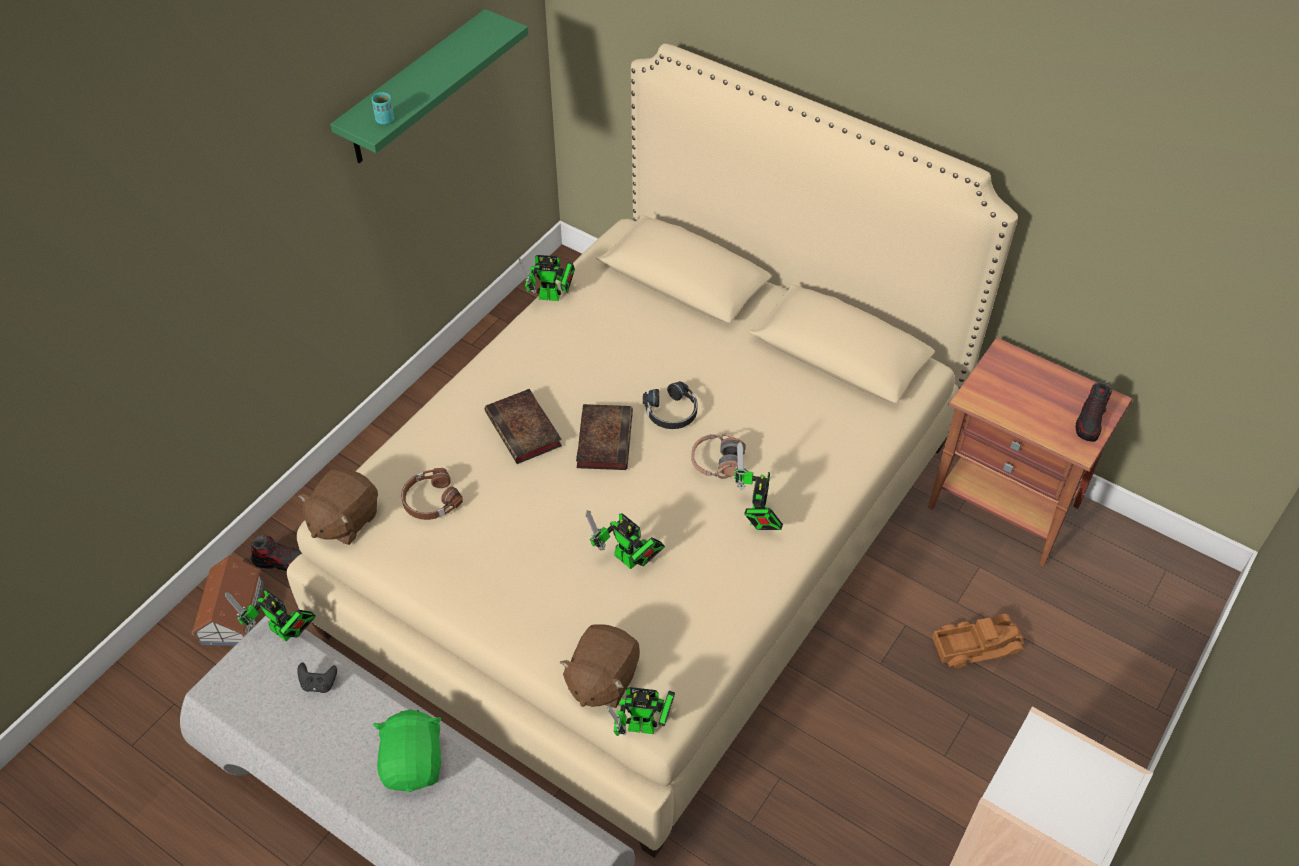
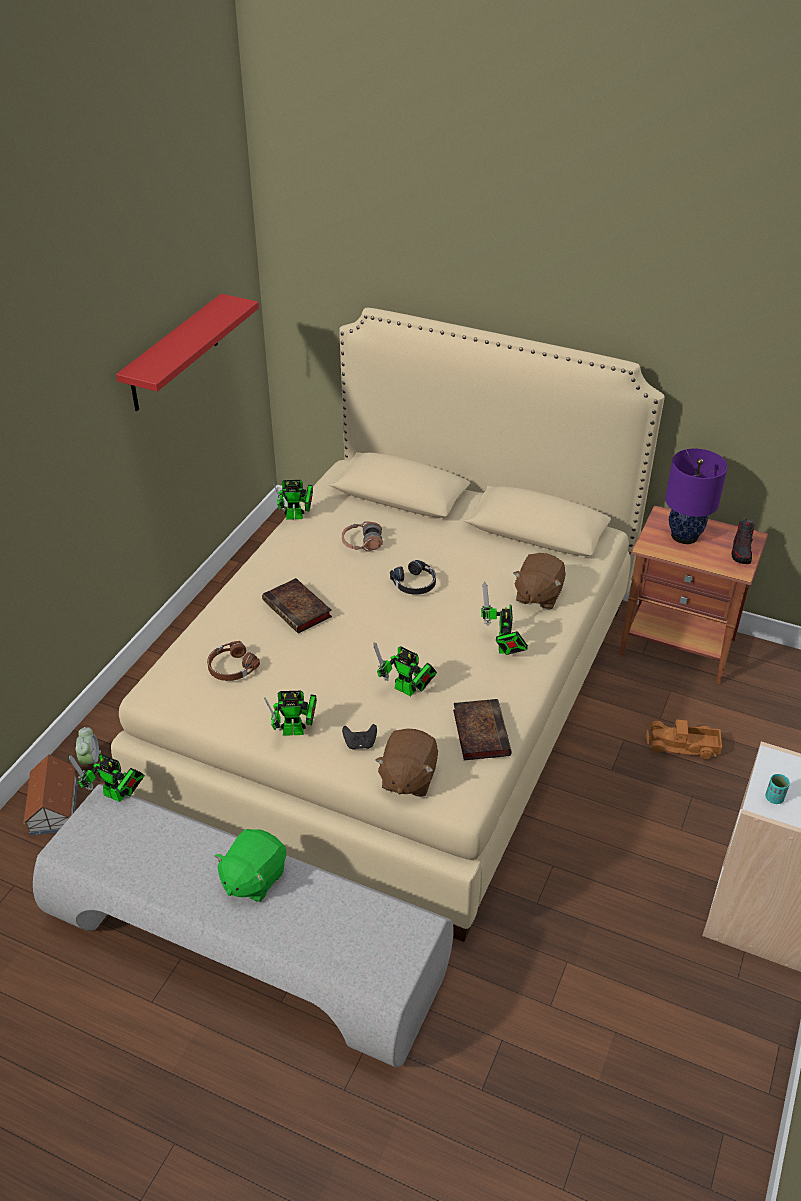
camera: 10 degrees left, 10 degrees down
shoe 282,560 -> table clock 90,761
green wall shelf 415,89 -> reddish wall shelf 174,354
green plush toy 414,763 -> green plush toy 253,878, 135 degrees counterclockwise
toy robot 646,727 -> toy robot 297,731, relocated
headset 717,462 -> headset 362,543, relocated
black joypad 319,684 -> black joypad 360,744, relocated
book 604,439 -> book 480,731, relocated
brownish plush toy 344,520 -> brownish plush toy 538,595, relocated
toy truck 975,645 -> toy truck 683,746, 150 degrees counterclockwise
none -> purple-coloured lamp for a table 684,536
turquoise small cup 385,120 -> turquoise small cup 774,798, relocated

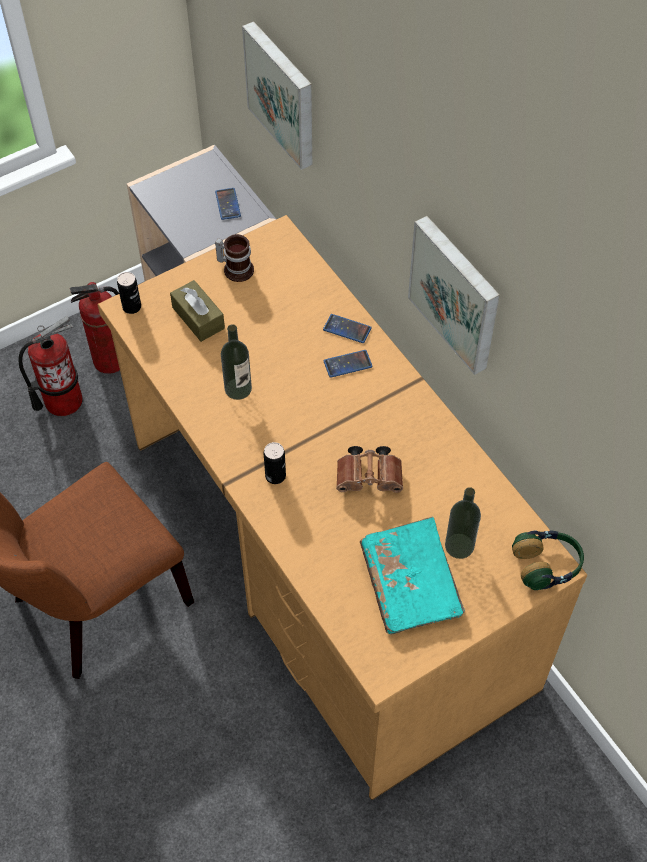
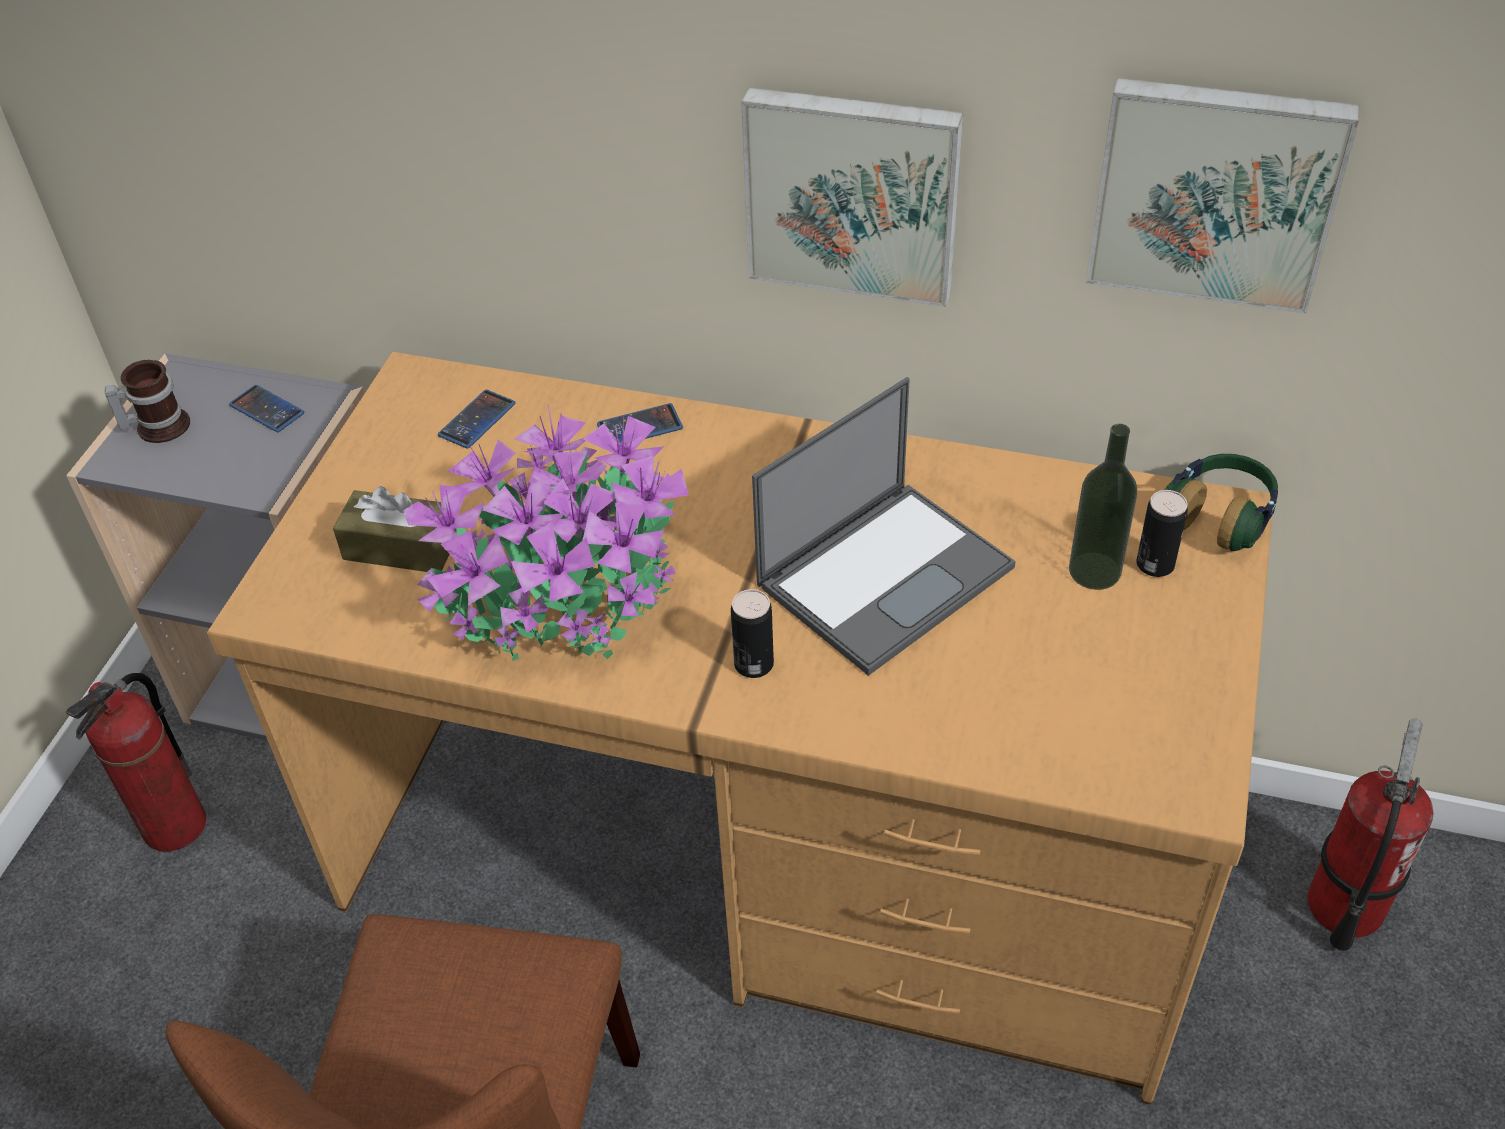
camera: 40 degrees left, 10 degrees down
mug 236,268 -> mug 158,425, relocated
bottle 238,389 -> potted plant 567,595
telephone 347,364 -> telephone 477,420, relocated
brownish binoculars 371,478 -> notebook computer 886,574
wall picture 283,94 -> wall picture 1215,191, relocated
can 132,307 -> can 1155,564, relocated
extinguisher 63,401 -> extinguisher 1344,906, relocated
turquoise book 410,584 -> none

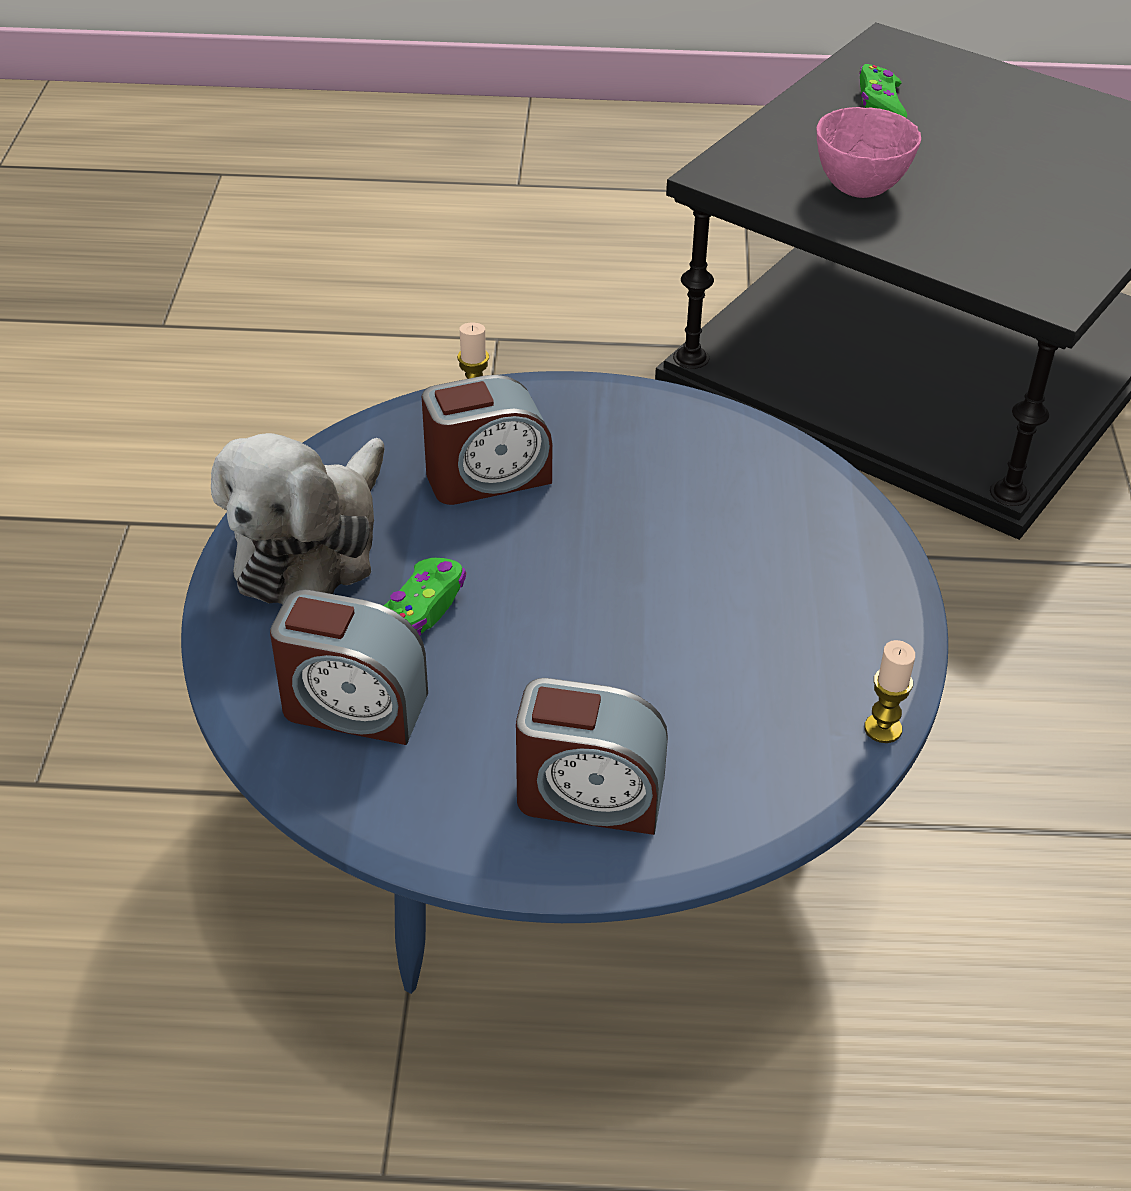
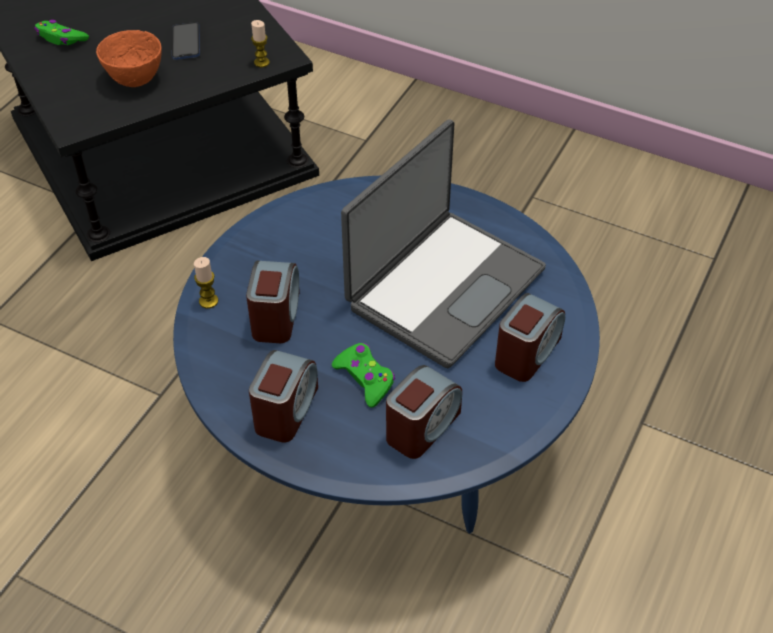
camera: 65 degrees left, 5 degrees up
pink serving bowl 858,188 -> orangey serving bowl 134,80
none -> telephone 186,42
plush toy 311,546 -> table clock 286,410
wax light 883,729 -> wax light 261,62, relocated
none -> notebook computer 443,287

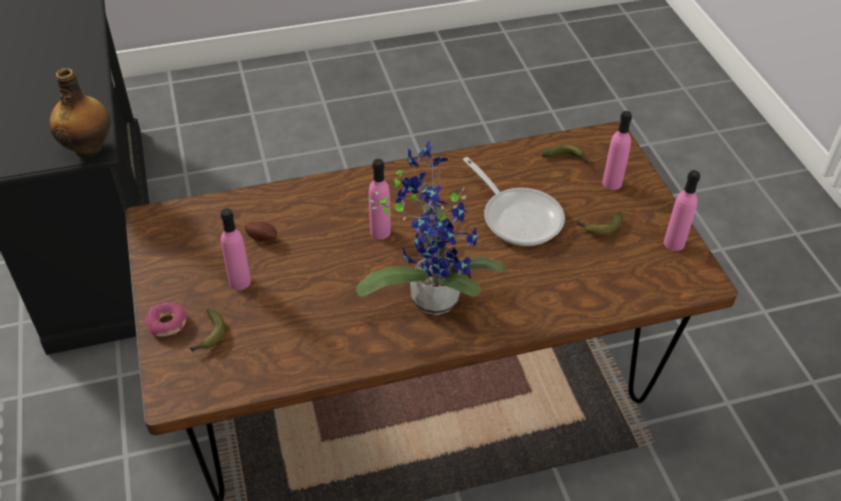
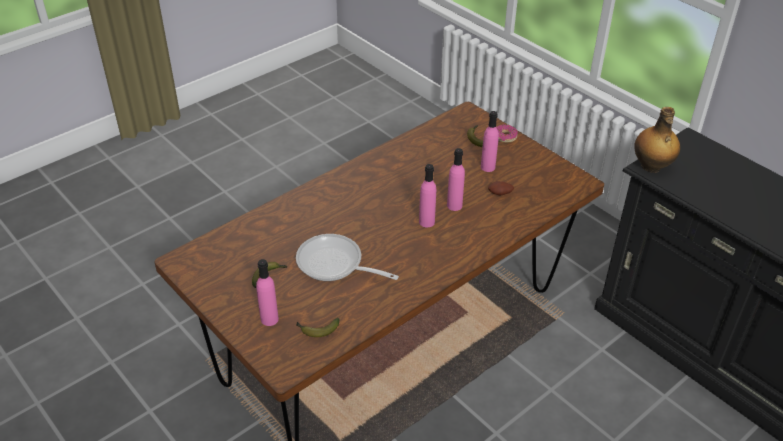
camera: 155 degrees right, 5 degrees down
pink bottle 674,243 -> pink bottle 454,205, relocated
potted plant 431,294 -> none

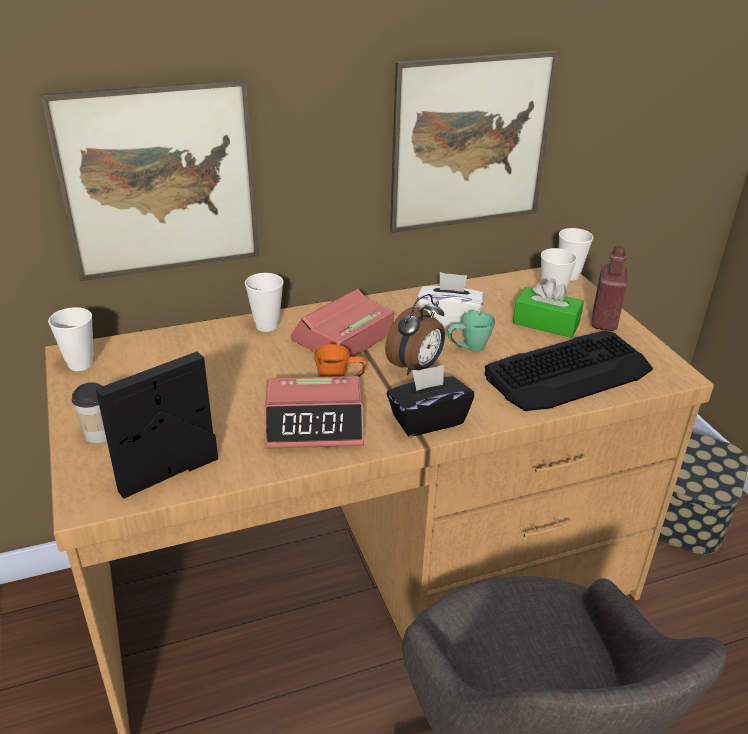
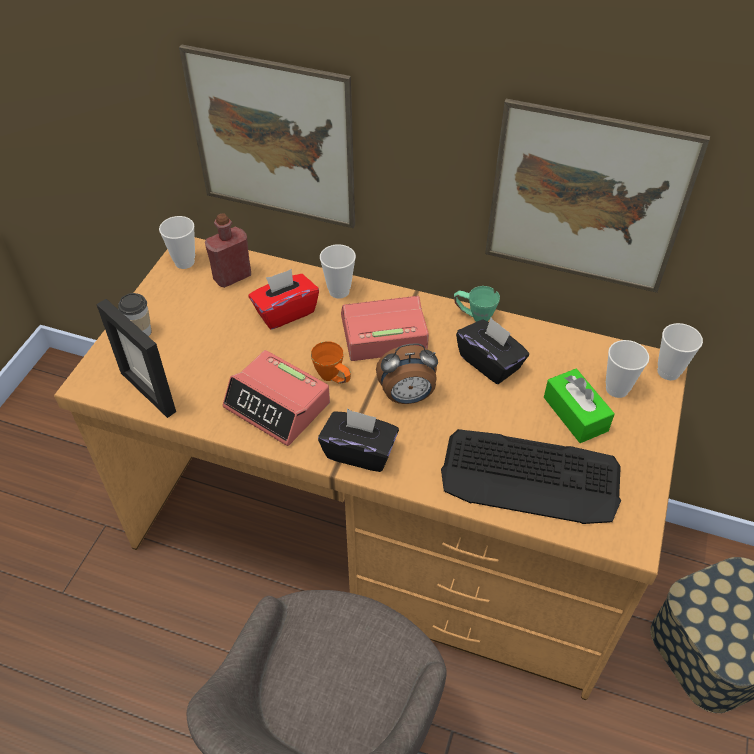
camera: 40 degrees right, 15 degrees up
photo frame 169,474 -> photo frame 149,391, 135 degrees counterclockwise
reddish bottle 604,321 -> reddish bottle 232,277, relocated
none -> reddish box of tissues 285,312
green mug 468,348 -> green mug 474,316, relocated
white box of tissues 448,320 -> black box of tissues 490,363

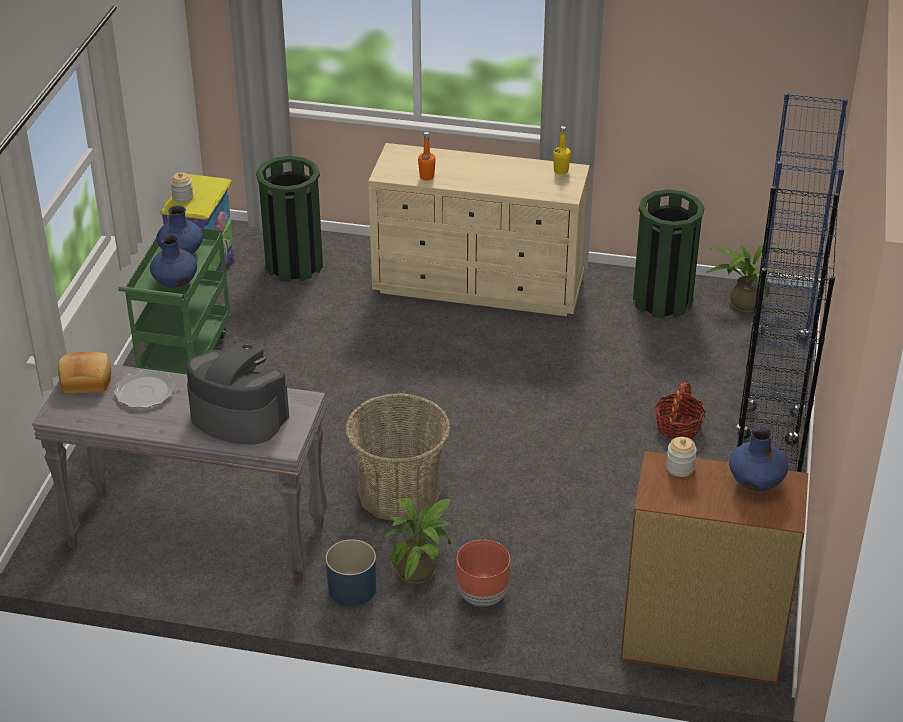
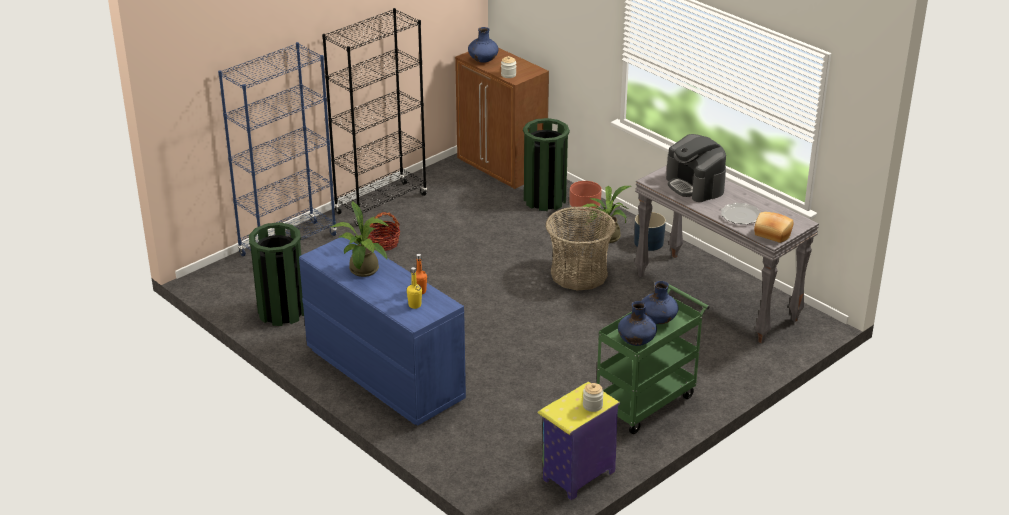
camera: 145 degrees left, 5 degrees down
beige-coloured dresser 480,285 -> blue dresser 384,374
potted plant 742,303 -> potted plant 364,272, relocated
yellow-coloured bottle 561,171 -> yellow-coloured bottle 415,305, relocated
green trash can 294,265 -> green trash can 545,200, relocated

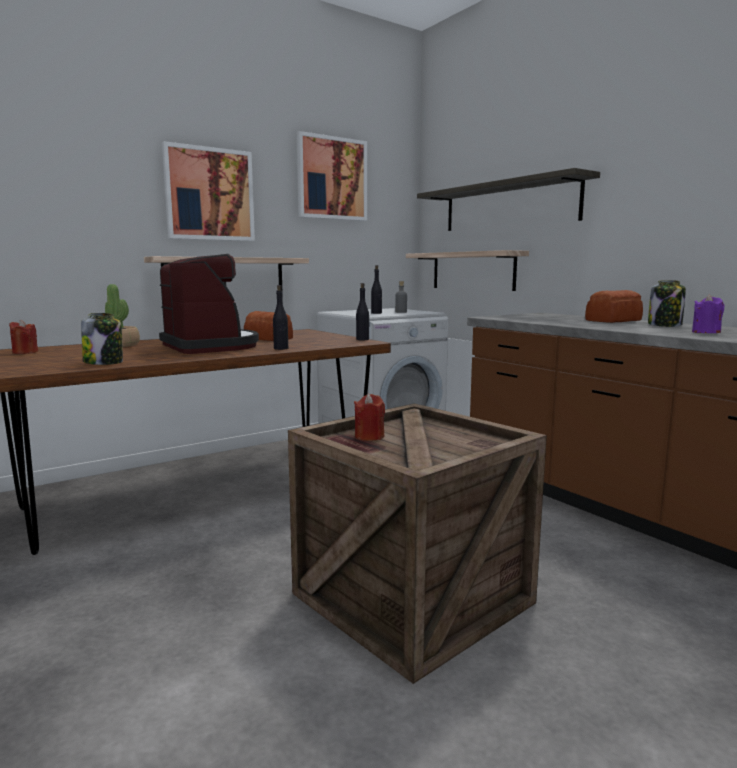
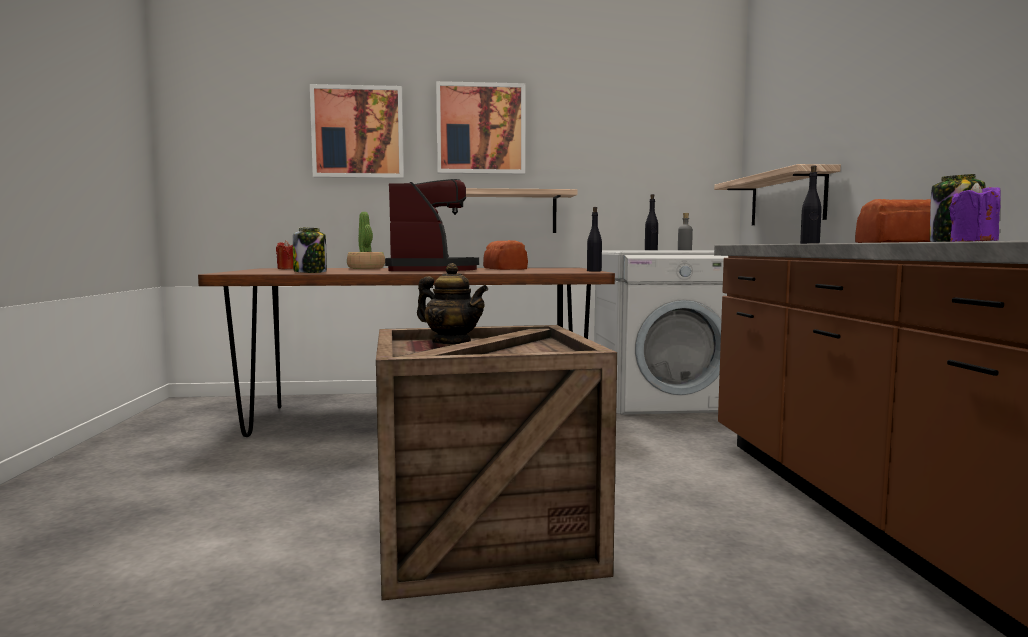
camera: 30 degrees right, 5 degrees down
wall picture 332,178 -> wall picture 358,132, relocated
reddish wax light 369,436 -> tea pot 452,343
black bottle 281,348 -> black bottle 810,244, relocated
wall shelf 508,206 -> none

